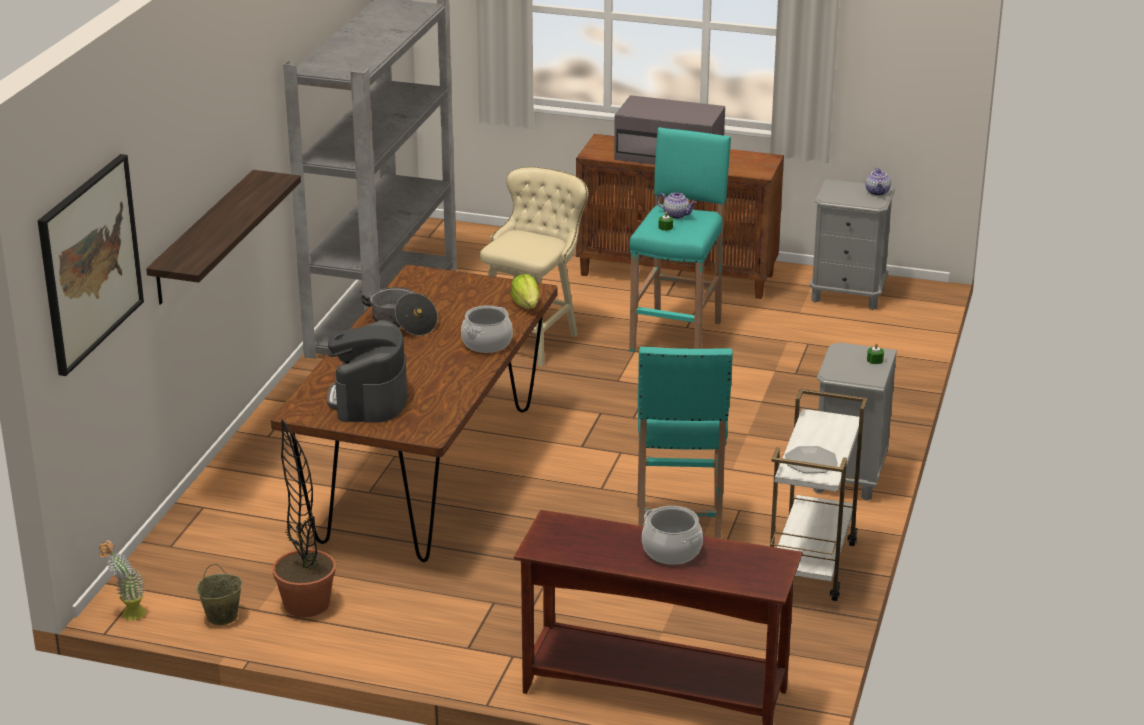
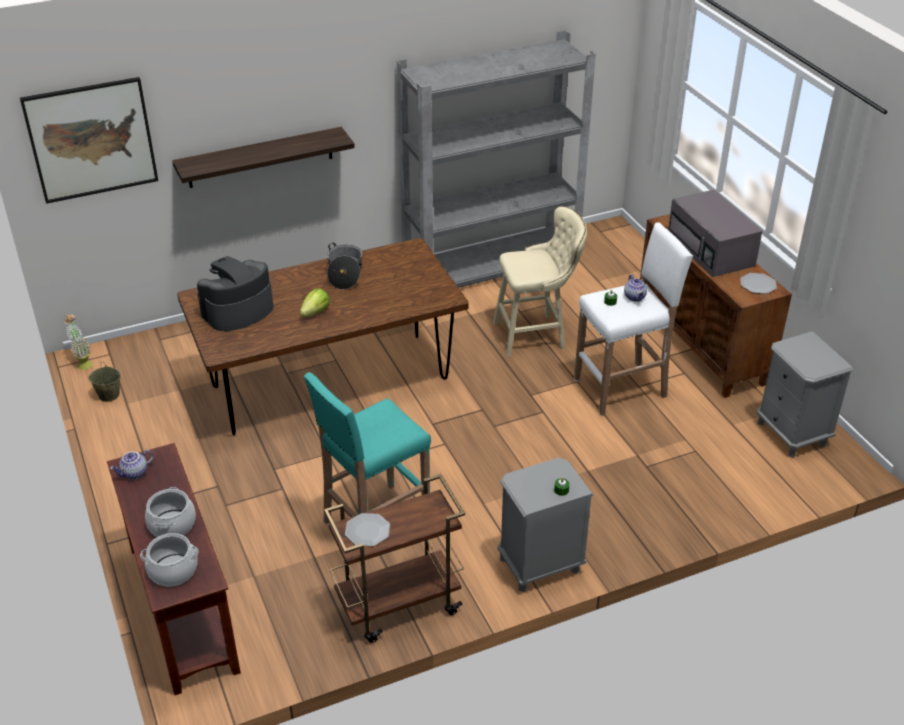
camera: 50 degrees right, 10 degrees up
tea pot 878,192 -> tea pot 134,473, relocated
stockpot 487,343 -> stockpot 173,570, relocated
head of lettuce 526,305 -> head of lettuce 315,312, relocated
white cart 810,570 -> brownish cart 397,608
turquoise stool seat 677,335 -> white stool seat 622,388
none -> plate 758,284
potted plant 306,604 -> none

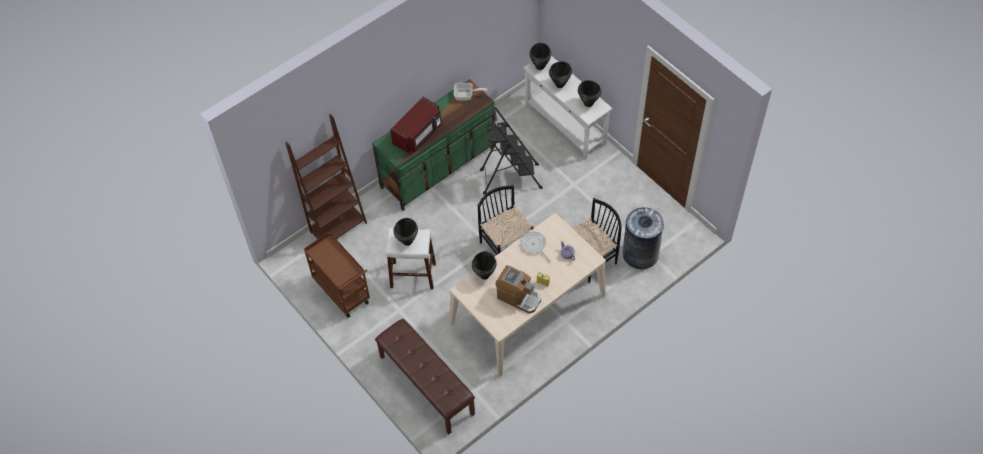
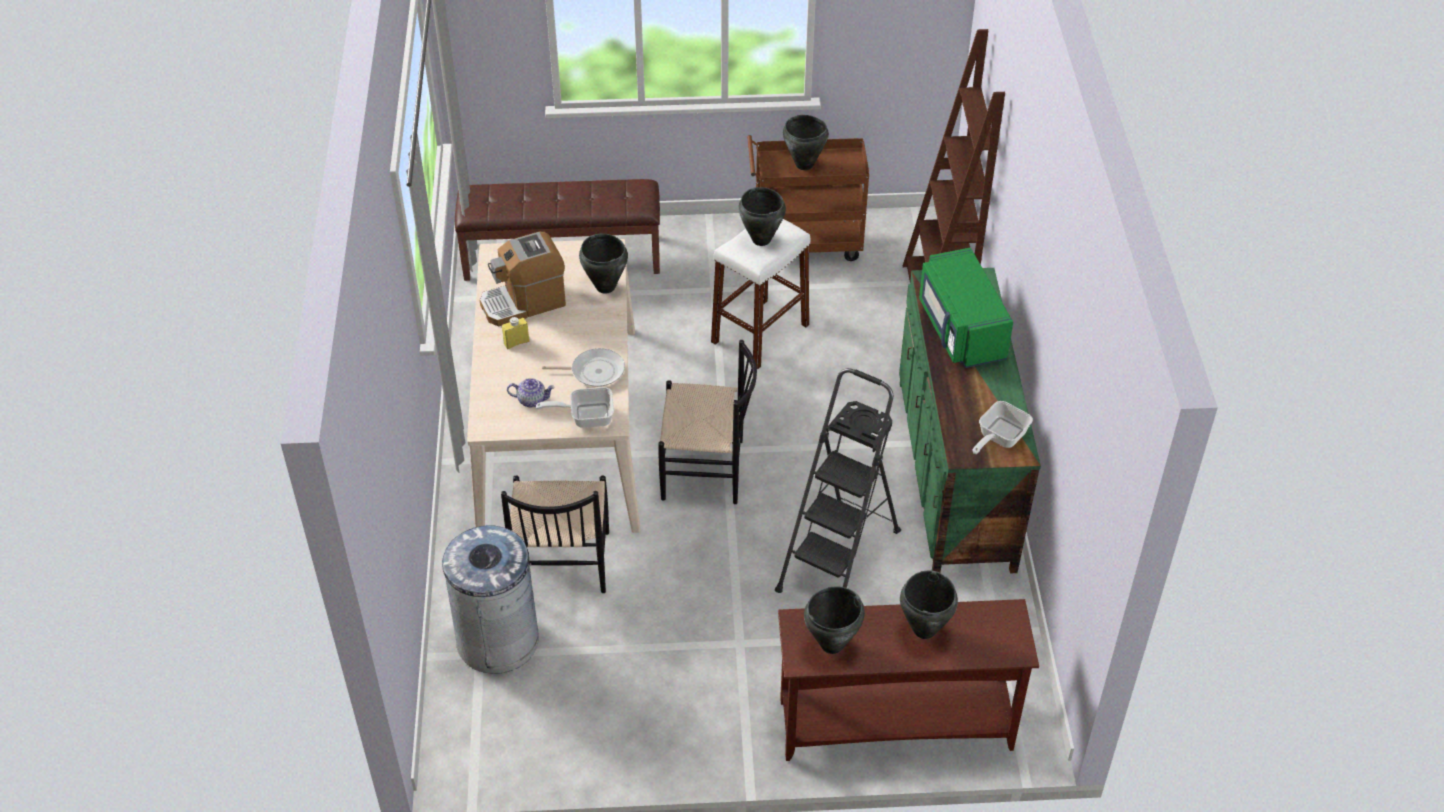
camera: 125 degrees right, 10 degrees down
none -> skillet 585,417
white narrow table 565,125 -> brownish narrow table 894,725
black stockpot 540,66 -> black stockpot 804,165, relocated
reddish microwave oven 418,134 -> green microwave oven 960,329

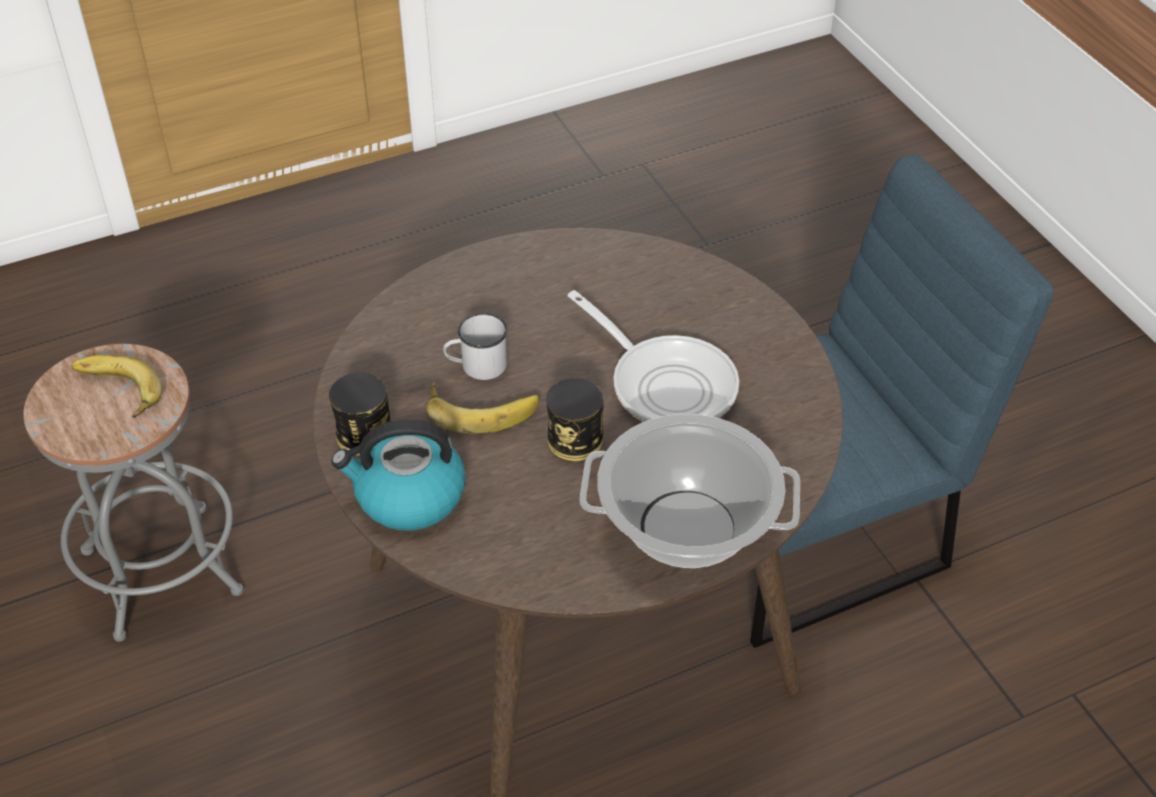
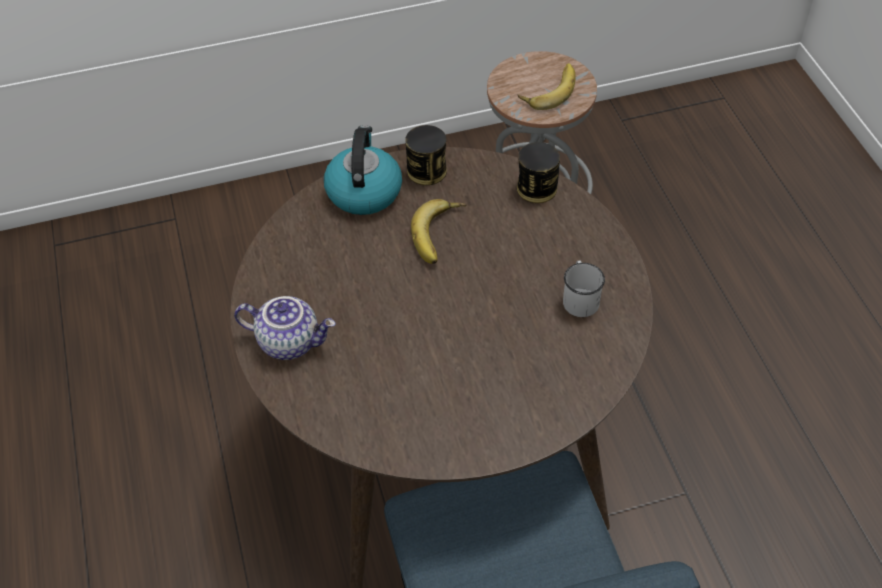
camera: 100 degrees right, 5 degrees up
stockpot 686,529 -> tea pot 290,341
can 575,440 -> can 537,188, relocated
white mug 477,366 -> white mug 580,298, relocated
skillet 666,384 -> none

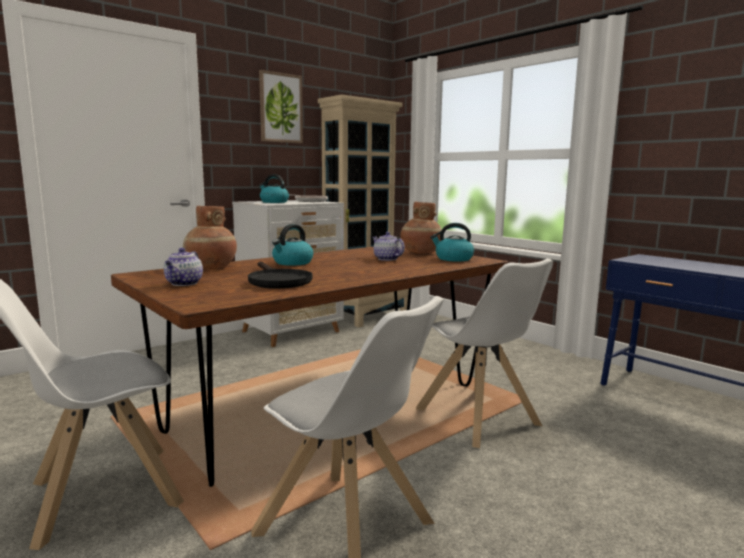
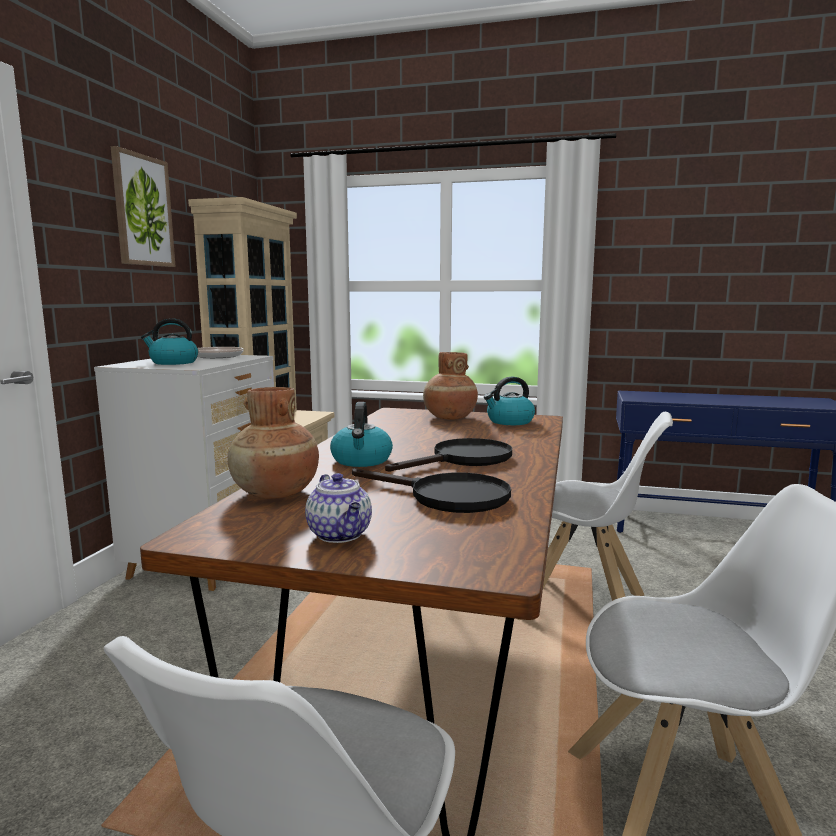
camera: 35 degrees left, 0 degrees up
none -> black skillet 464,459
tea pot 386,259 -> none

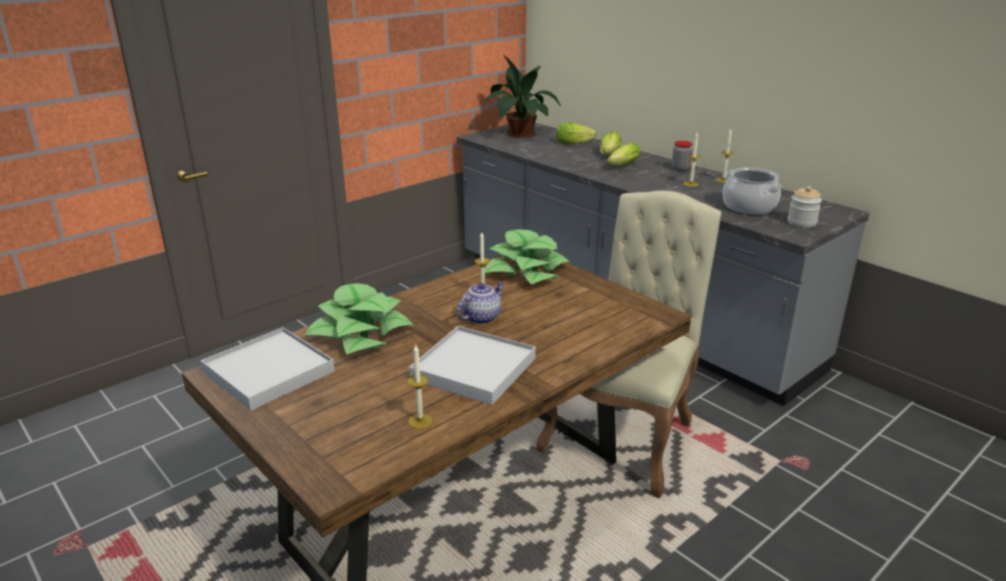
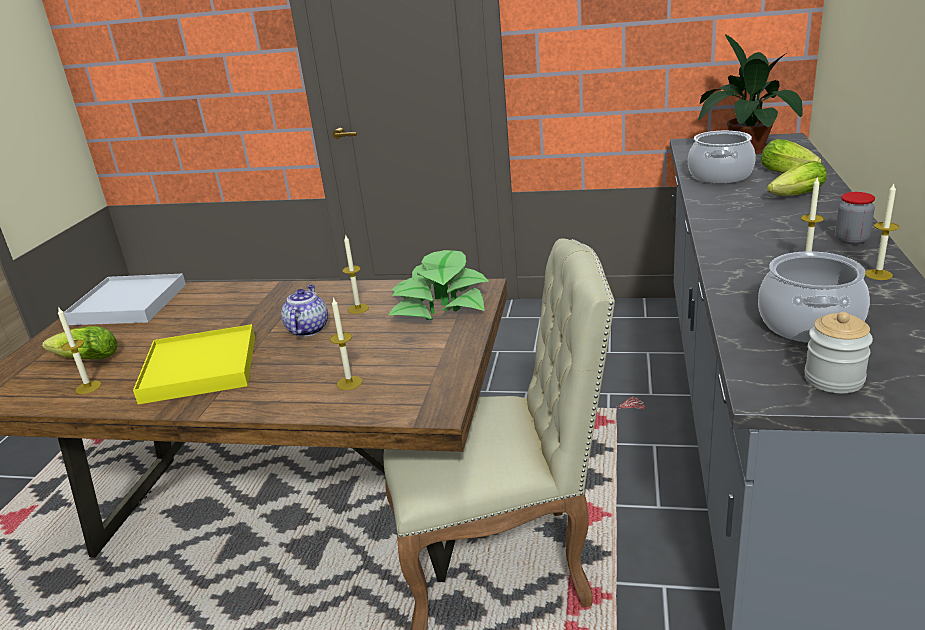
camera: 55 degrees right, 0 degrees up
head of lettuce 621,166 -> head of lettuce 84,360, relocated
white carrying tray 473,369 -> yellow-coloured carrying tray 200,368
tea pot 481,317 -> tea pot 307,329, 90 degrees counterclockwise
none -> wax light 349,383
none -> stockpot 719,176
potted plant 360,334 -> none

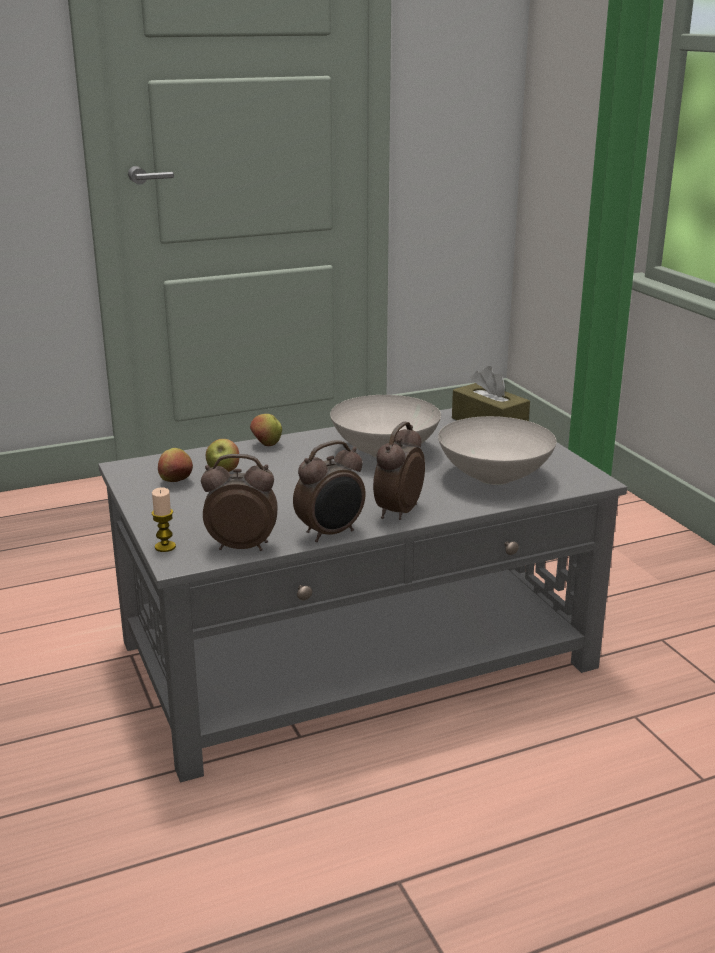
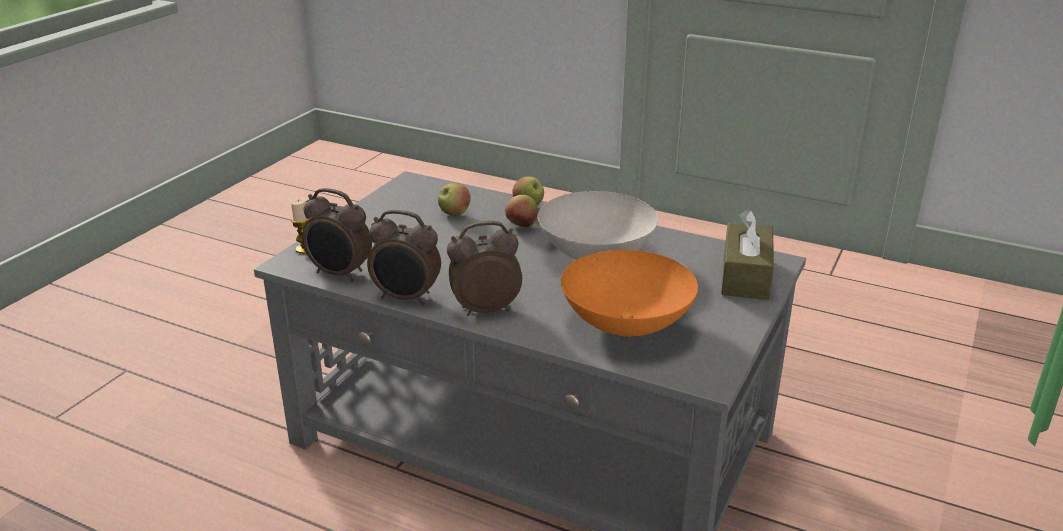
camera: 50 degrees right, 5 degrees up
table clock 242,546 -> table clock 340,274, 150 degrees clockwise
apple 176,482 -> apple 522,226, relocated
white serving bowl 493,477 -> orangey serving bowl 627,324

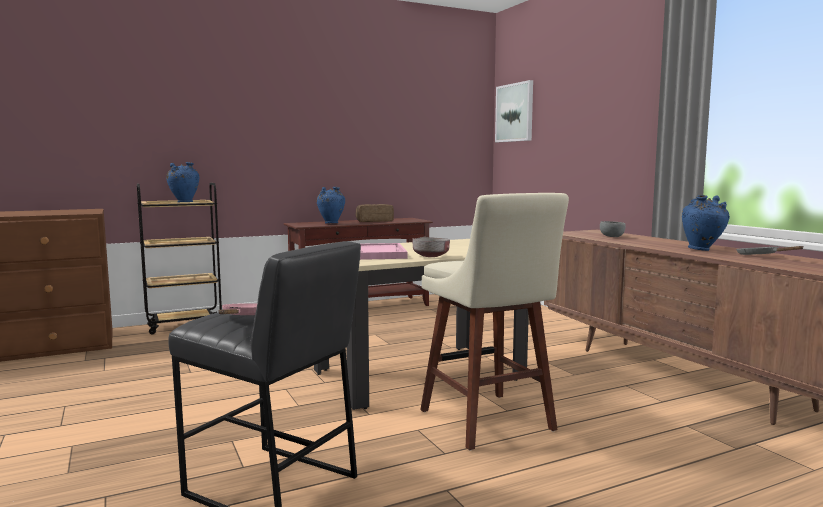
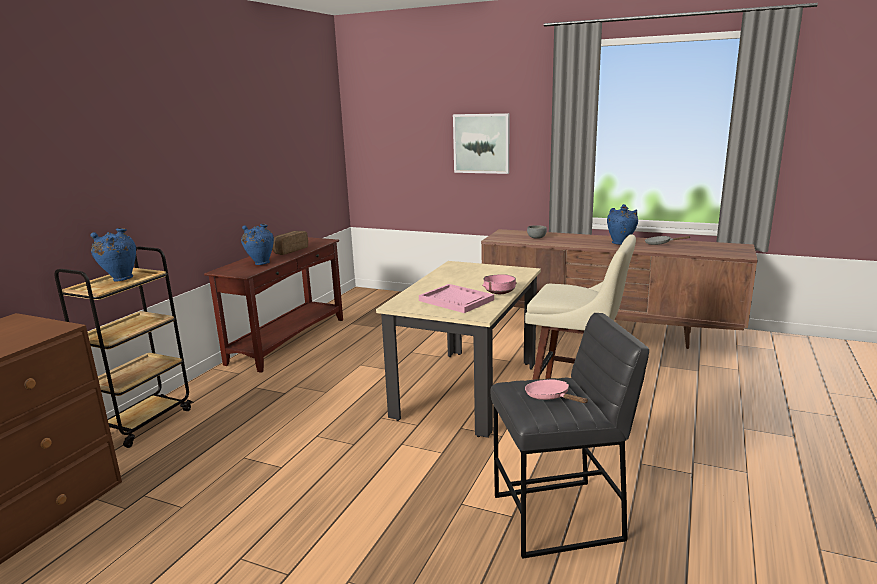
camera: 40 degrees left, 10 degrees up
wall picture 515,112 -> wall picture 481,143, relocated
gray serving bowl 431,256 -> pink serving bowl 500,292

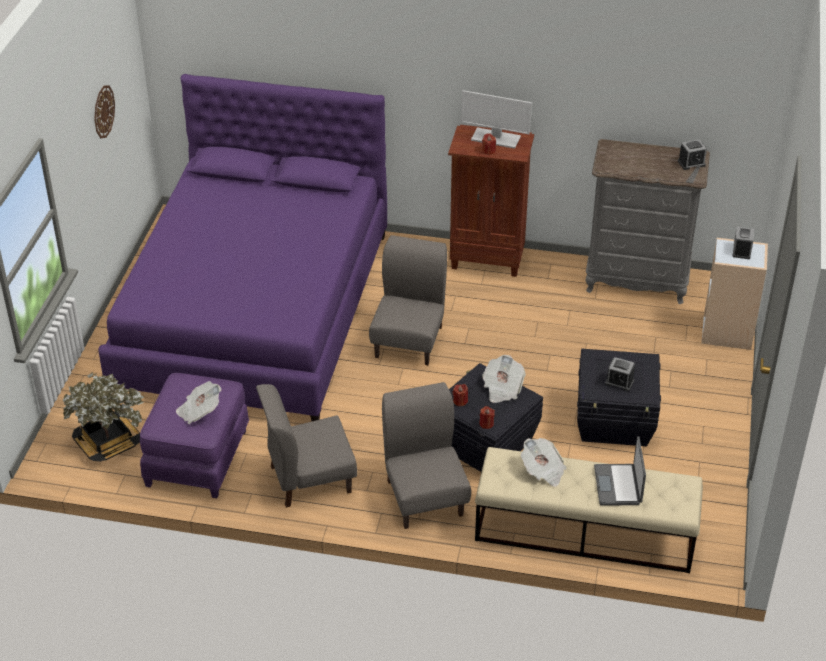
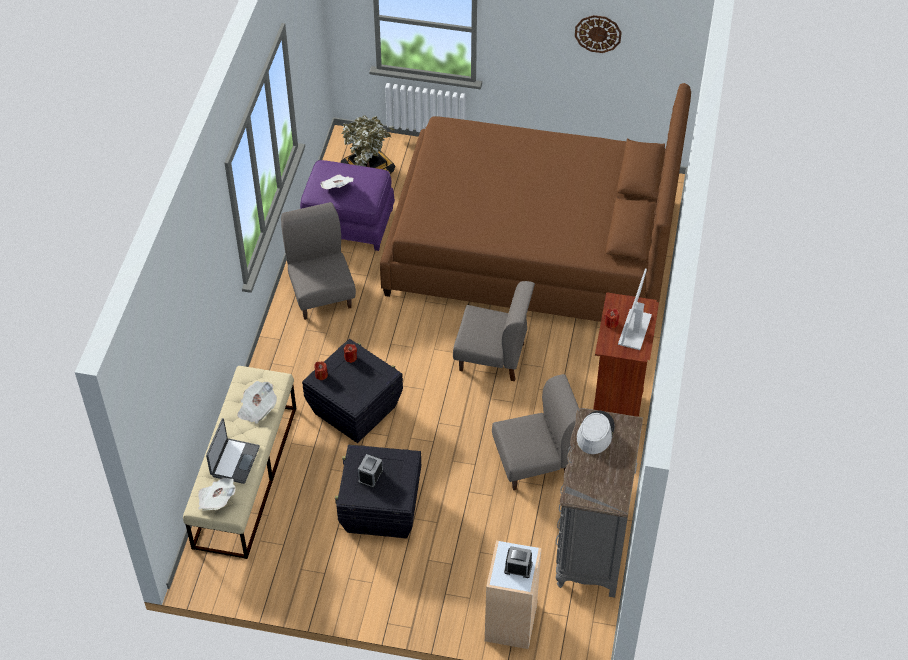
camera: 90 degrees right, 10 degrees up
daily paper 502,388 -> daily paper 216,500, relocated
notebook computer 618,485 -> notebook computer 234,461, 105 degrees clockwise
purple-coloured sleeping bed 255,310 -> brownish sleeping bed 532,248
gray chair 425,497 -> gray chair 534,462, relocated
none -> gray hat 595,433
table clock 691,163 -> none

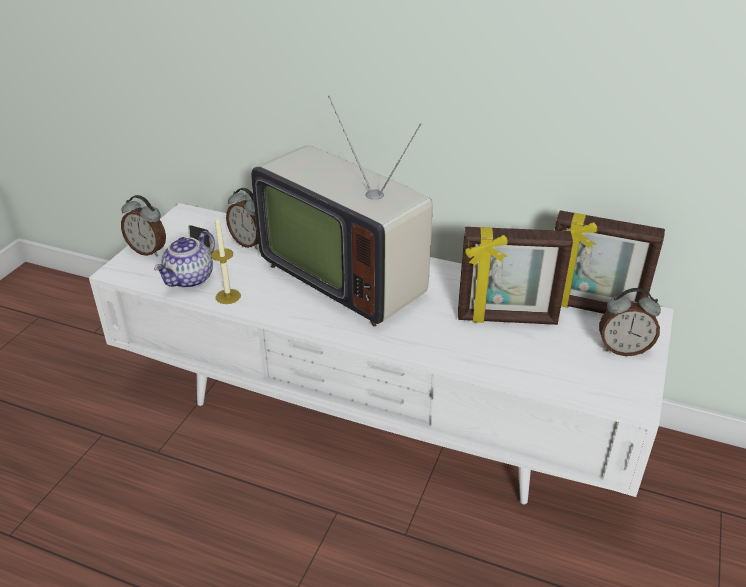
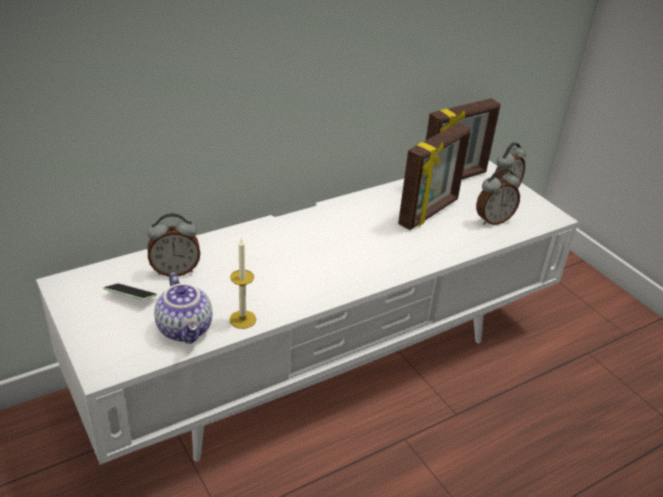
camera: 55 degrees left, 0 degrees up
table clock 148,251 -> table clock 492,220, relocated
television 346,276 -> none

